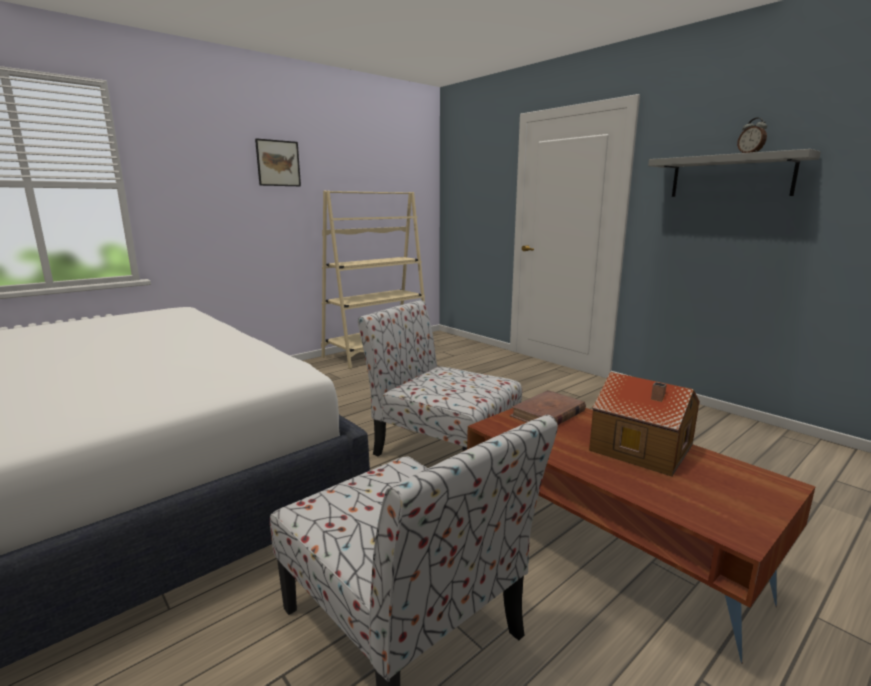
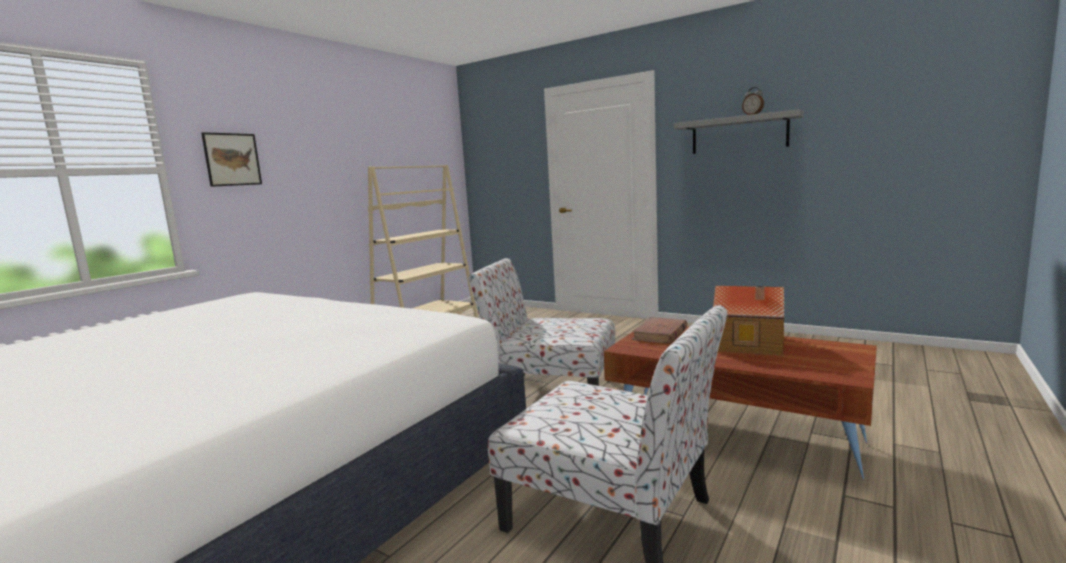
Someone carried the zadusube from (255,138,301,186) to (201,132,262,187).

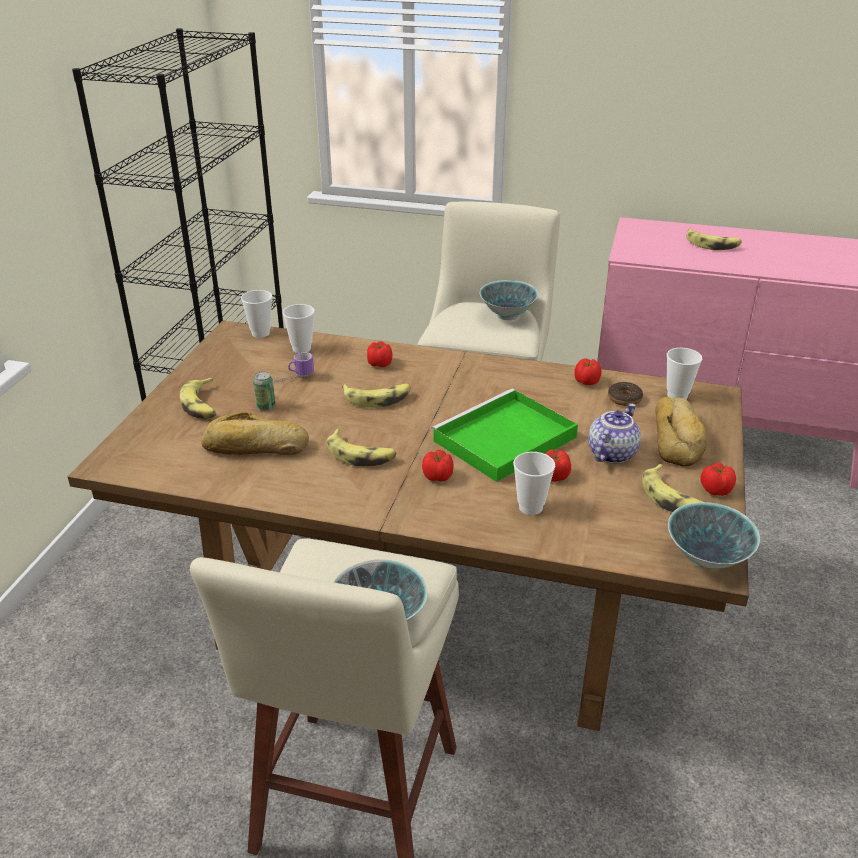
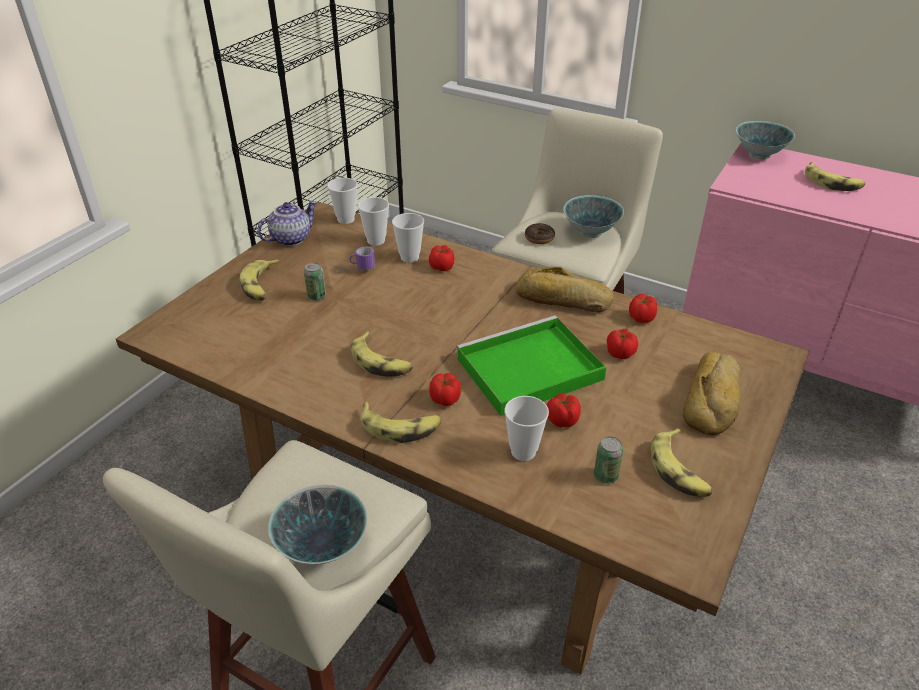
Someone carried the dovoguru from (201,411,309,455) to (516,267,614,312). Someone carried the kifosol from (342,384,411,408) to (361,402,441,443). Someone carried the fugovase from (588,403,641,463) to (257,201,317,246). Someone carried the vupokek from (608,382,643,406) to (525,223,555,244). Someone carried the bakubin from (667,348,702,399) to (392,213,424,263). Someone carried the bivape from (668,502,760,570) to (736,121,795,160). Someone carried the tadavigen from (700,462,736,496) to (607,329,638,360). Someone put down the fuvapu at (594,436,623,484).

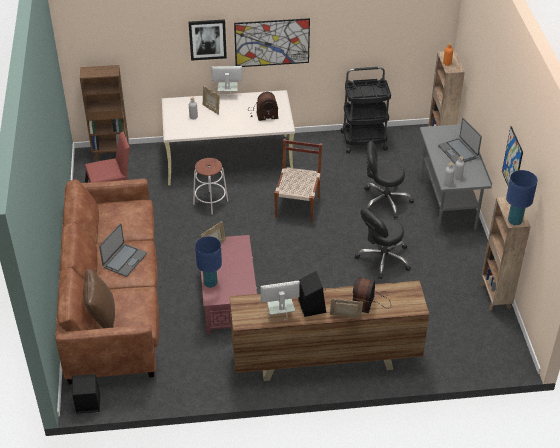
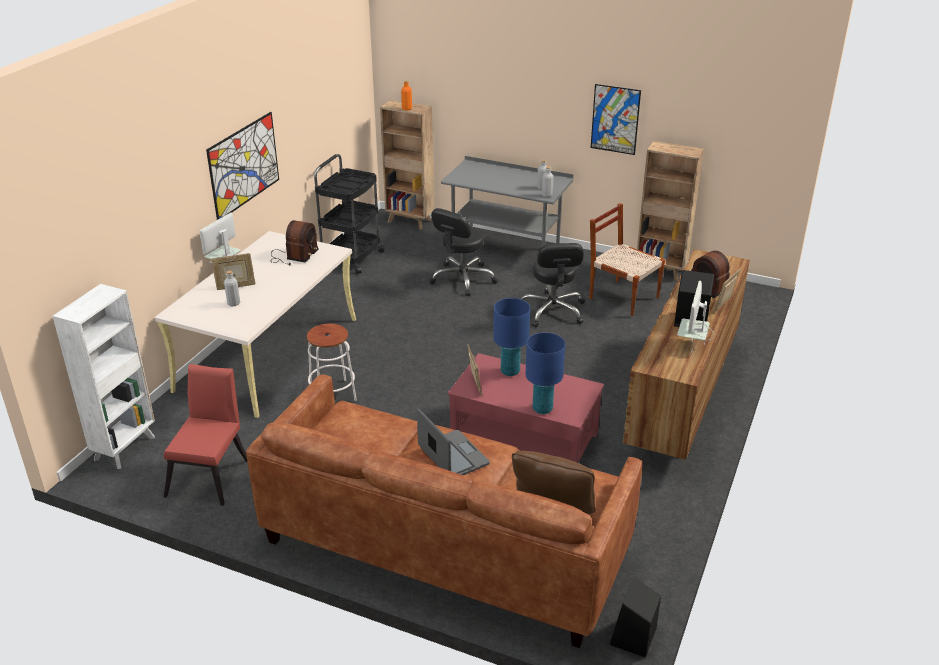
Someone repainted the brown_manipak at (80,65,129,161), which became the white_manipak at (53,284,155,469). Someone took away the zadusube at (189,19,227,61). Someone carried the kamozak from (274,139,322,223) to (589,203,665,316). Someone took away the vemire at (438,118,482,164). Someone carried the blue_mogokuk from (506,170,538,225) to (493,298,530,376).

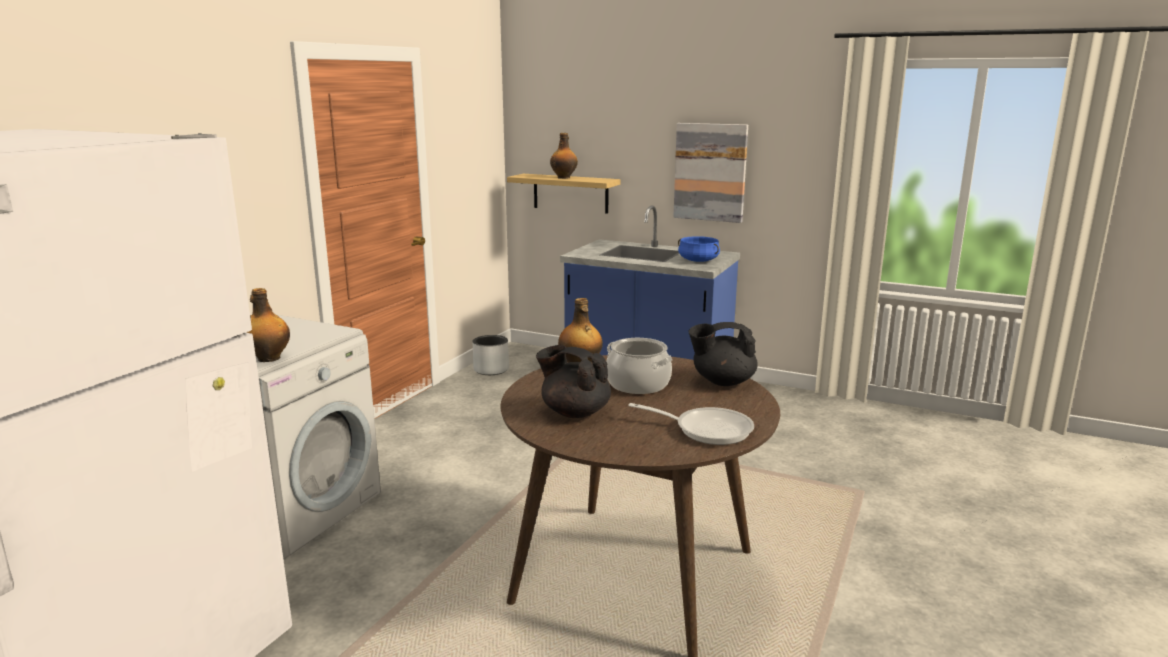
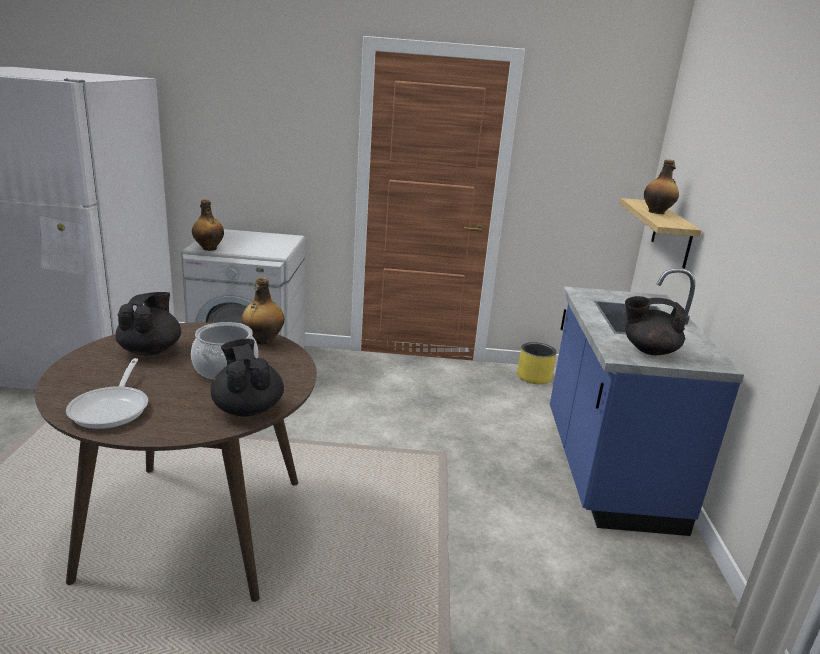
Someone repainted the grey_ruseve at (473,335,509,375), which became the yellow_ruseve at (517,342,557,384). Someone took away the zadusube at (673,123,748,223). Someone swapped the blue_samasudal at (678,236,720,262) for the black_fugovase at (625,296,686,355).

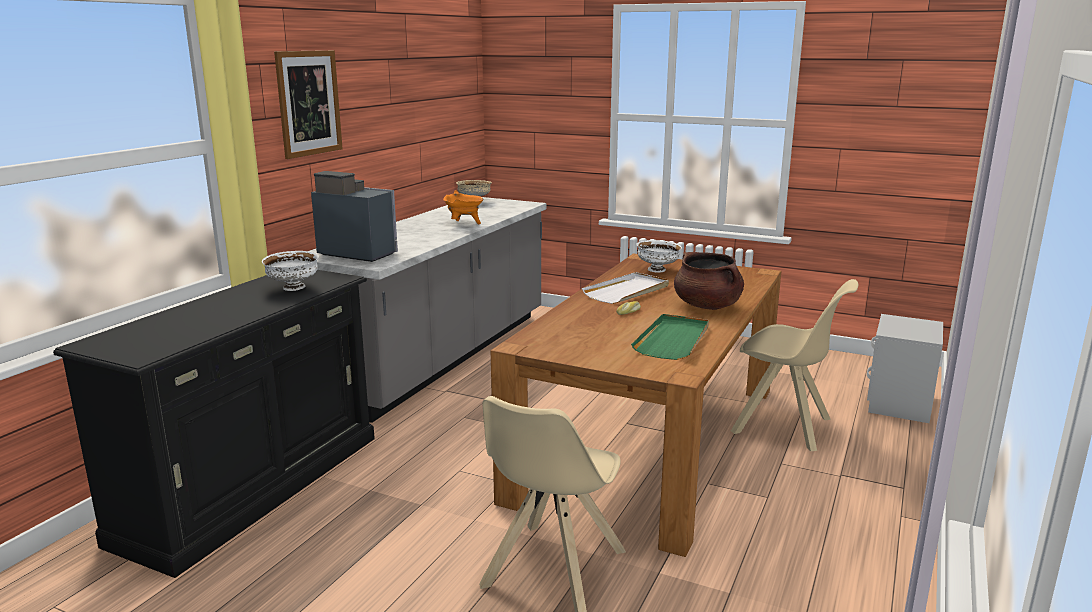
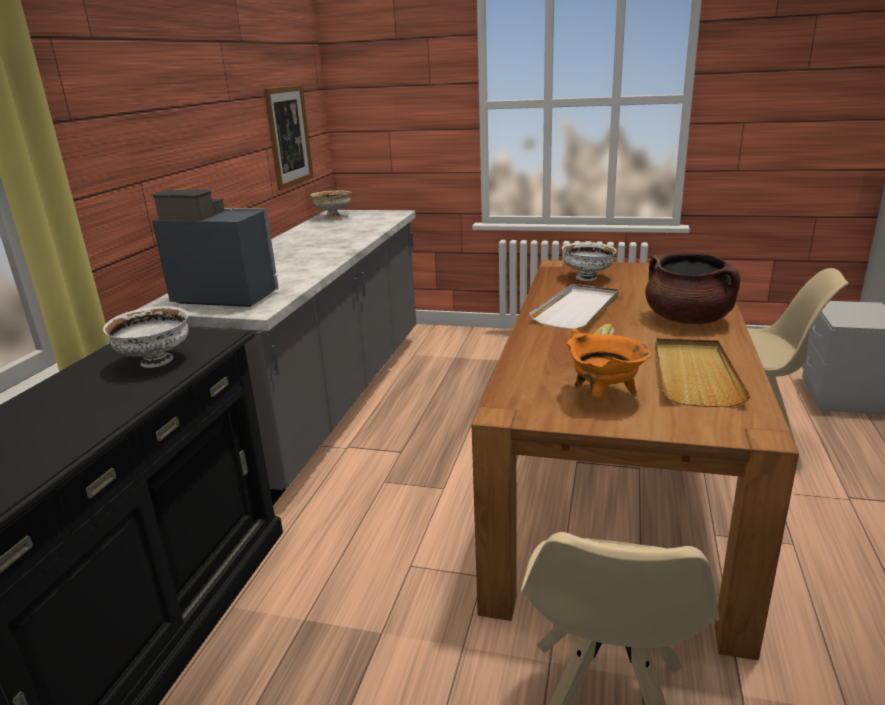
Someone carried the zadusube from (274,50,343,159) to (264,85,314,190). Someone carried the orange_samasudal from (443,190,484,224) to (567,328,651,397). Someone repainted the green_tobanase at (631,314,709,360), which became the beige_tobanase at (655,338,751,407).

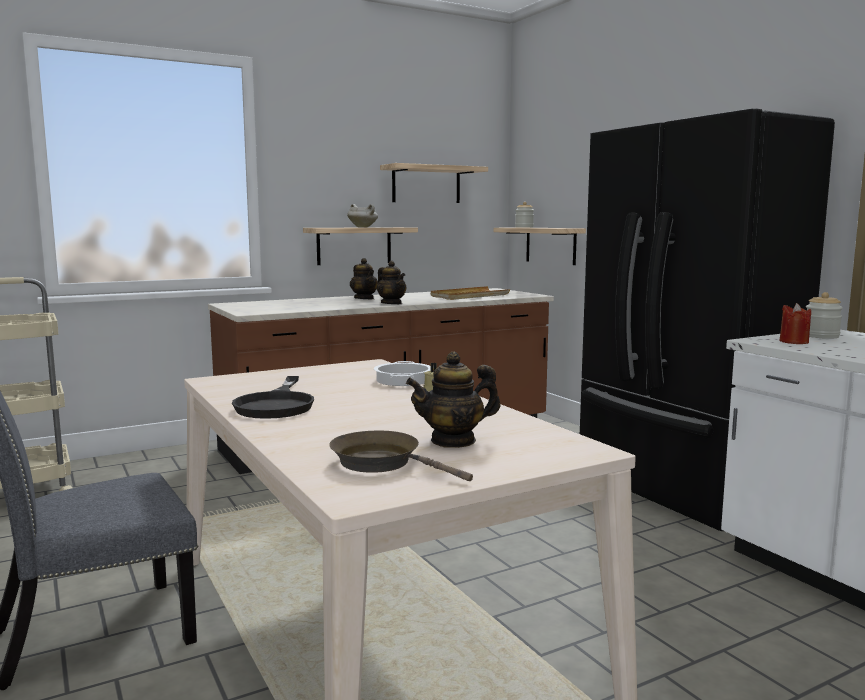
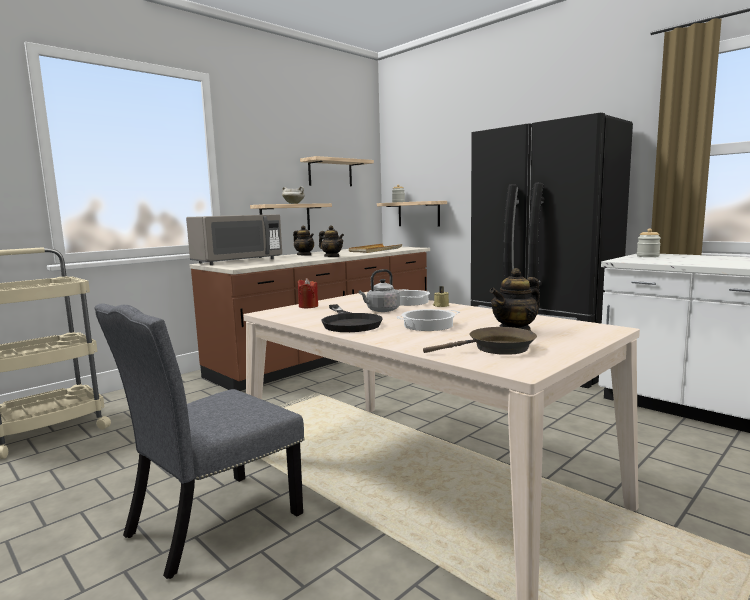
Someone rotated the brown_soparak at (329,431,473,481) by 150 degrees clockwise. Someone carried the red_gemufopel from (779,303,811,344) to (297,278,318,308). Someone put down the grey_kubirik at (186,214,282,265). Someone put down the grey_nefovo at (359,269,400,312). Someone put down the samasudal at (396,309,460,331).

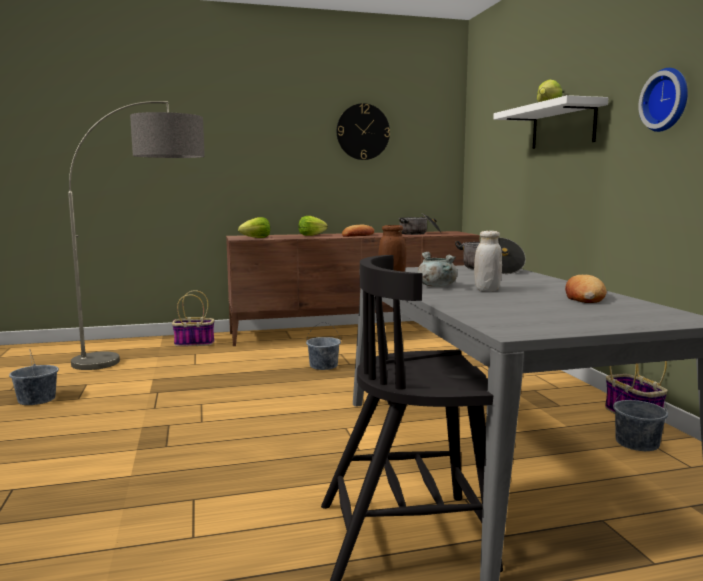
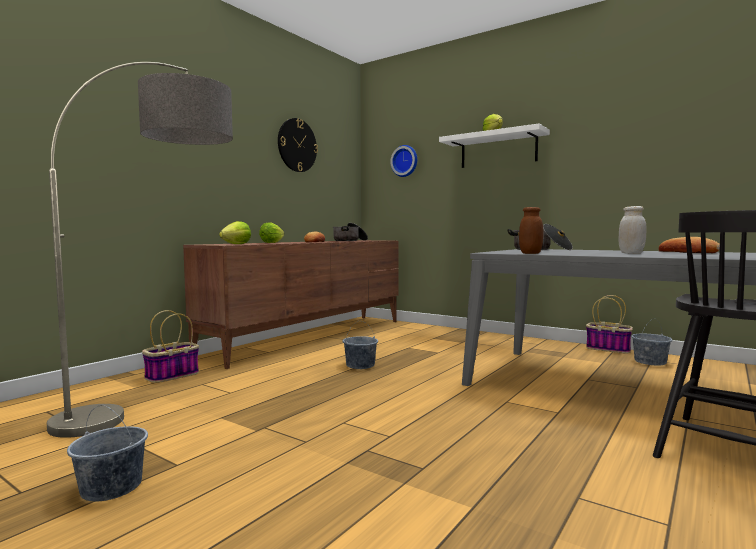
Someone took away the grey_samasudal at (417,252,457,287). Someone carried the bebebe from (638,68,688,132) to (390,145,417,177).

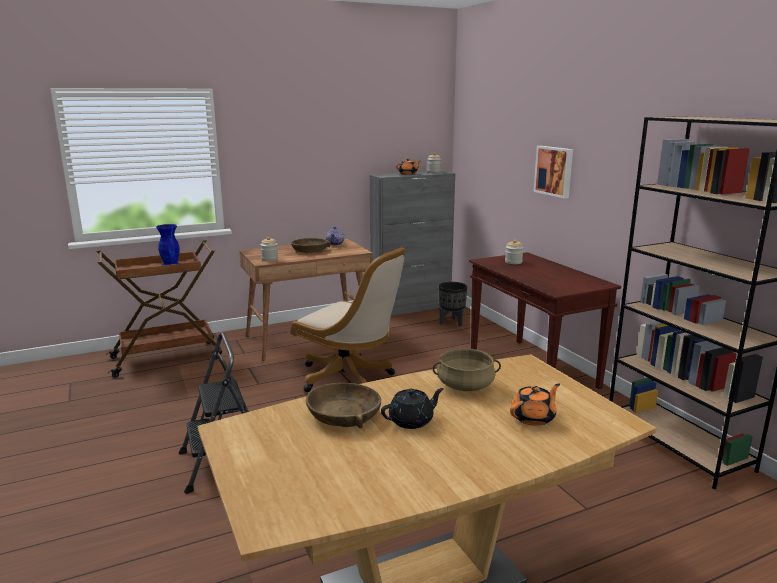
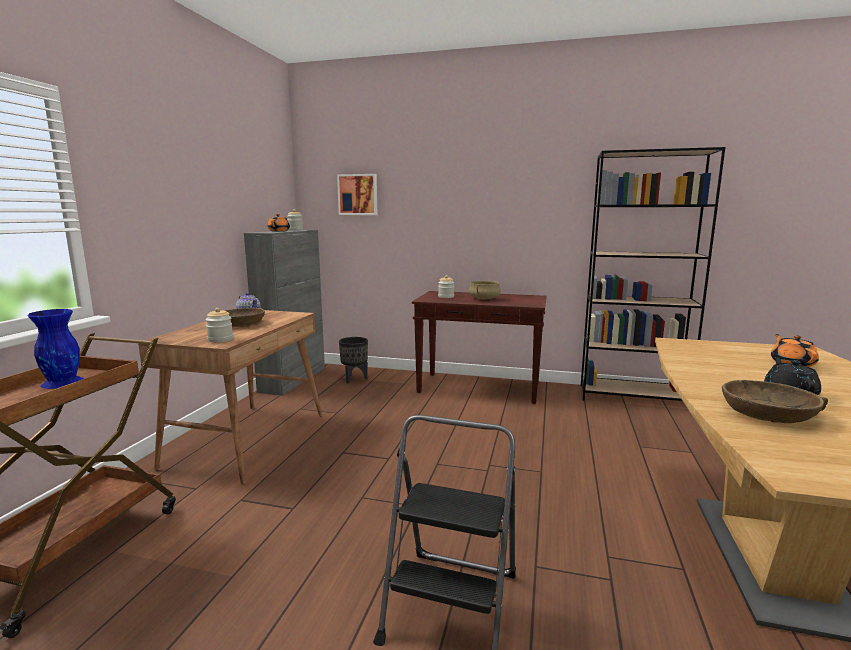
Someone took away the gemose at (291,247,405,392). Someone carried the beige_samasudal from (433,348,501,391) to (469,281,501,300). Someone carried the zadusube from (534,146,573,198) to (337,174,377,215).

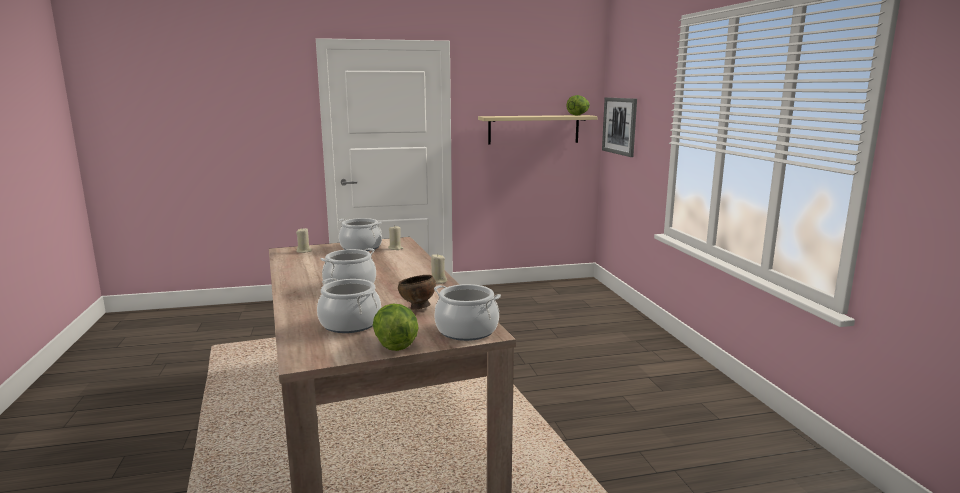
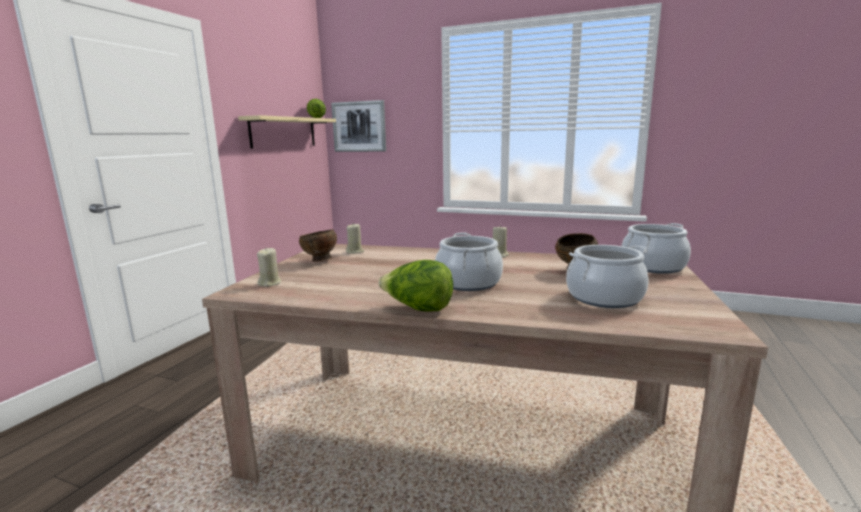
Someone swapped the samasudal at (338,218,382,251) for the brown_bivape at (299,229,337,262). Someone carried the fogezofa from (373,303,418,351) to (379,260,453,311).

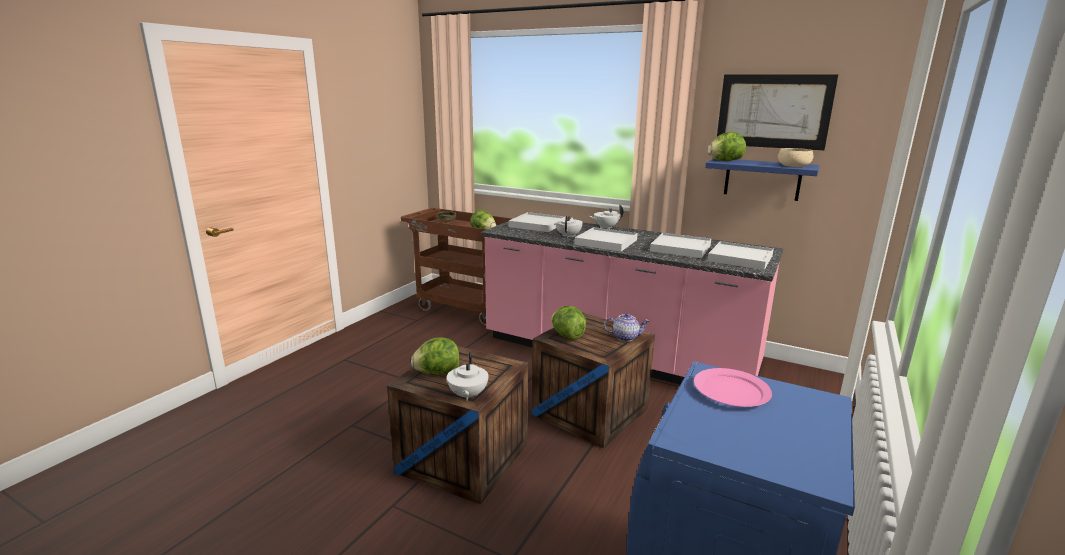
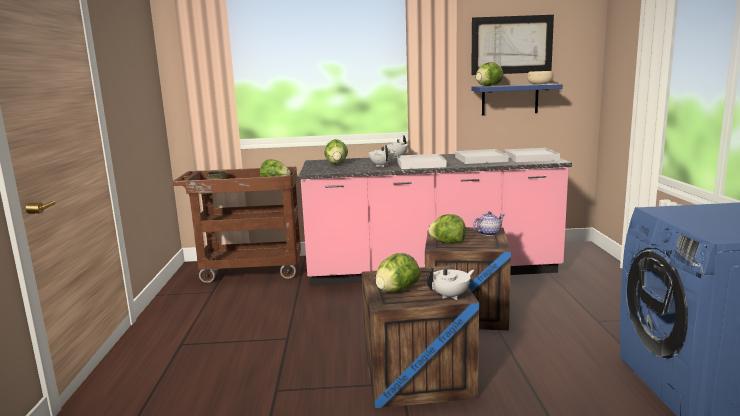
Someone rotated the white_fugovase at (447,352,489,401) by 90 degrees counterclockwise. Someone swapped the white_tobanase at (509,212,566,232) for the fogezofa at (324,139,348,164). Someone took away the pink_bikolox at (694,368,772,407).

